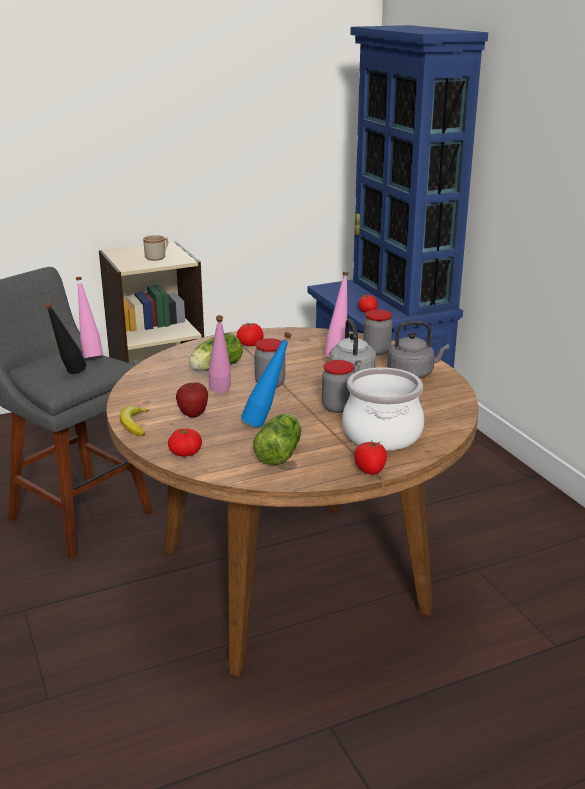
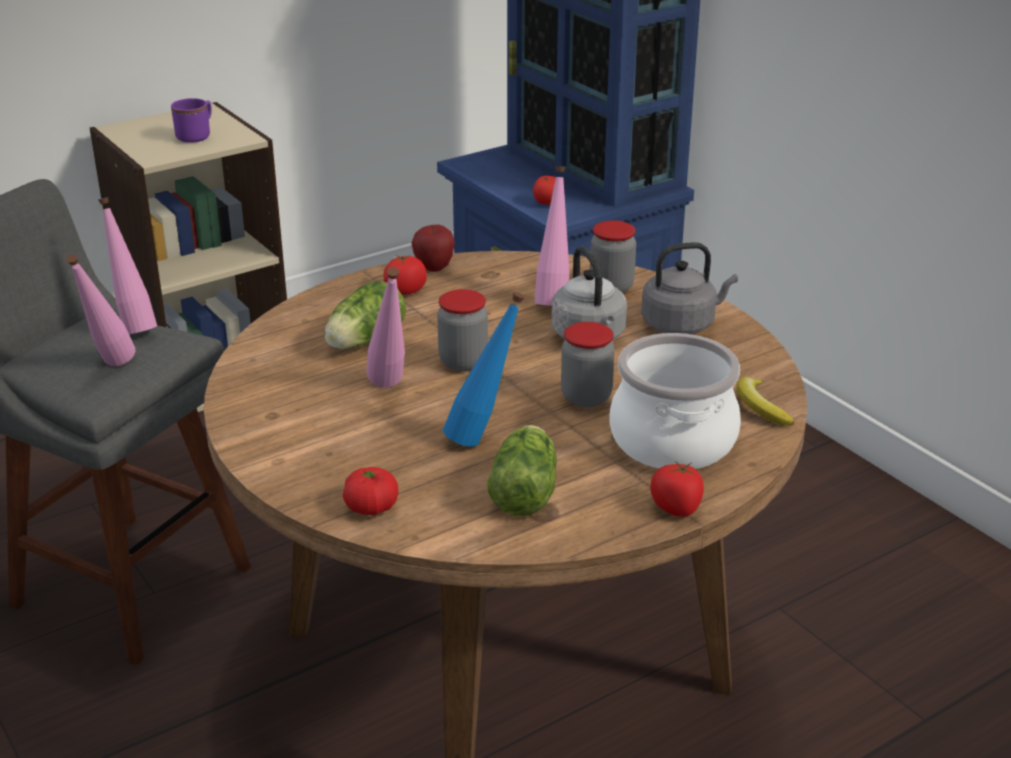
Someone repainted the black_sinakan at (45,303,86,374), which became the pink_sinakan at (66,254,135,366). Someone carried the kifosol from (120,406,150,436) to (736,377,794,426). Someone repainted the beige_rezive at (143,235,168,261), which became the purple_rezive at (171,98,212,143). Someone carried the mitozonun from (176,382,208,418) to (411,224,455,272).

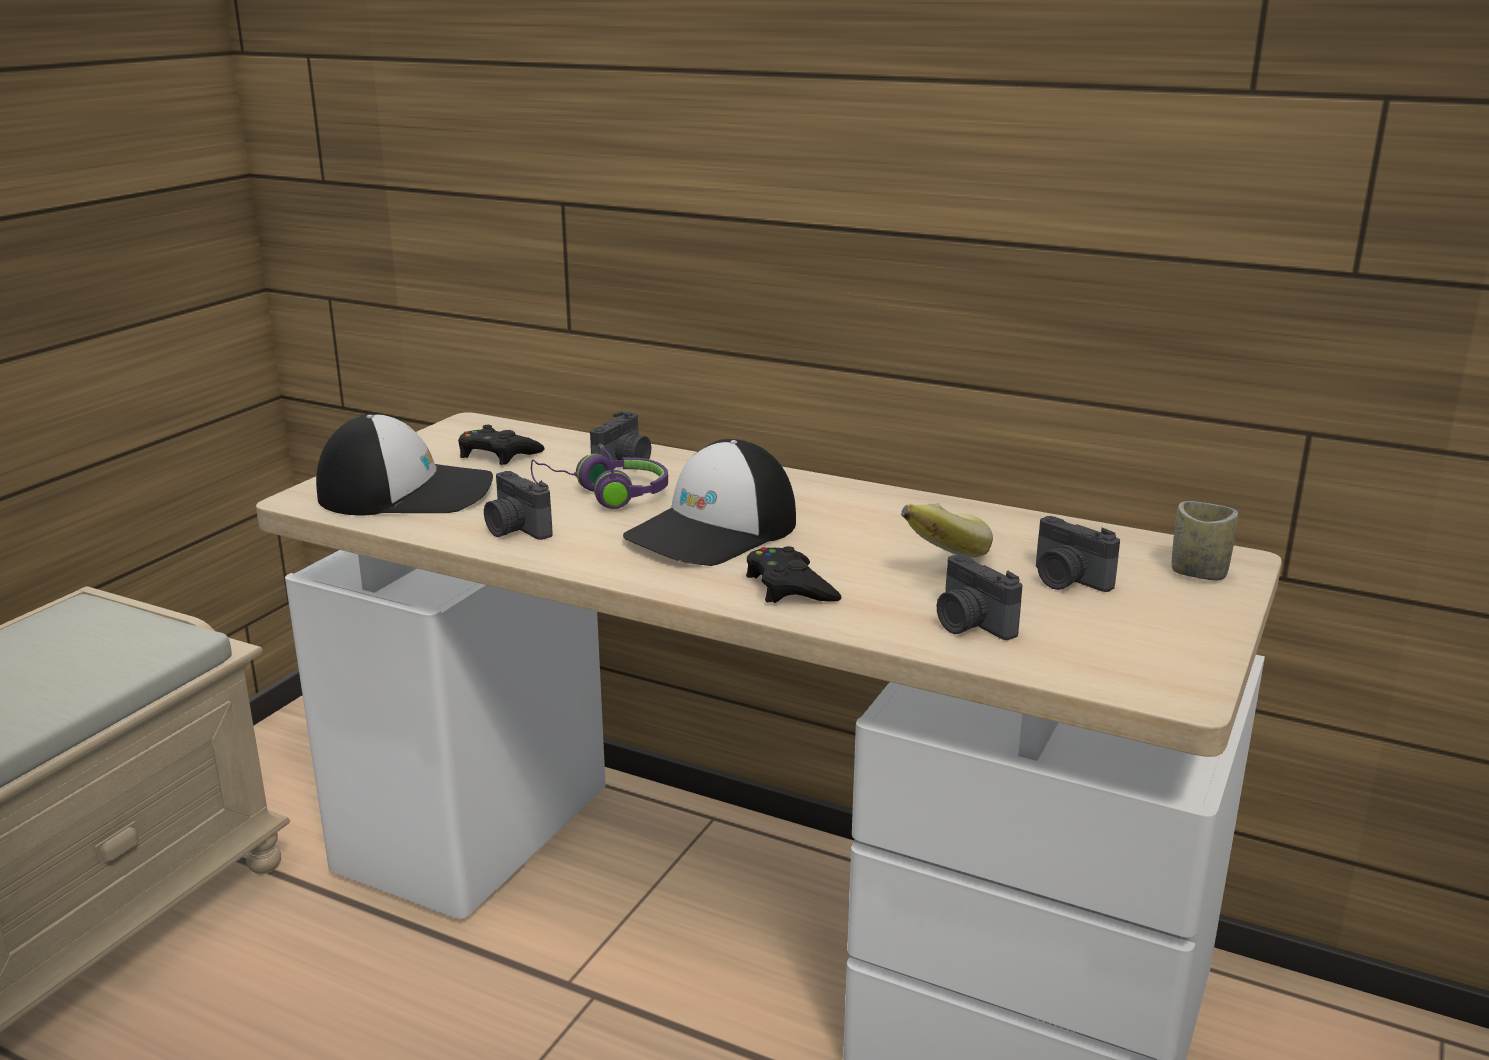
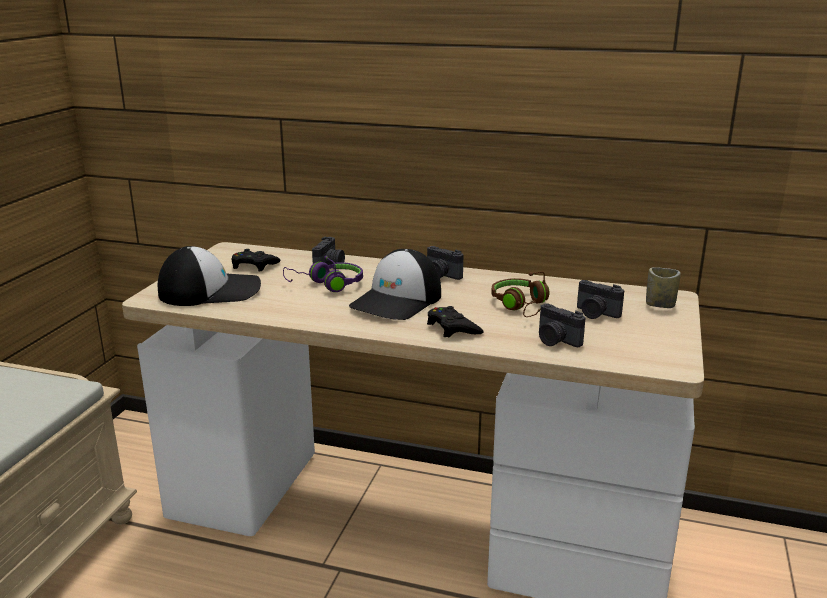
Someone carried the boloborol from (484,471,553,540) to (427,246,464,280). Someone swapped the kifosol at (901,503,993,558) for the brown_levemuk at (491,271,550,317).

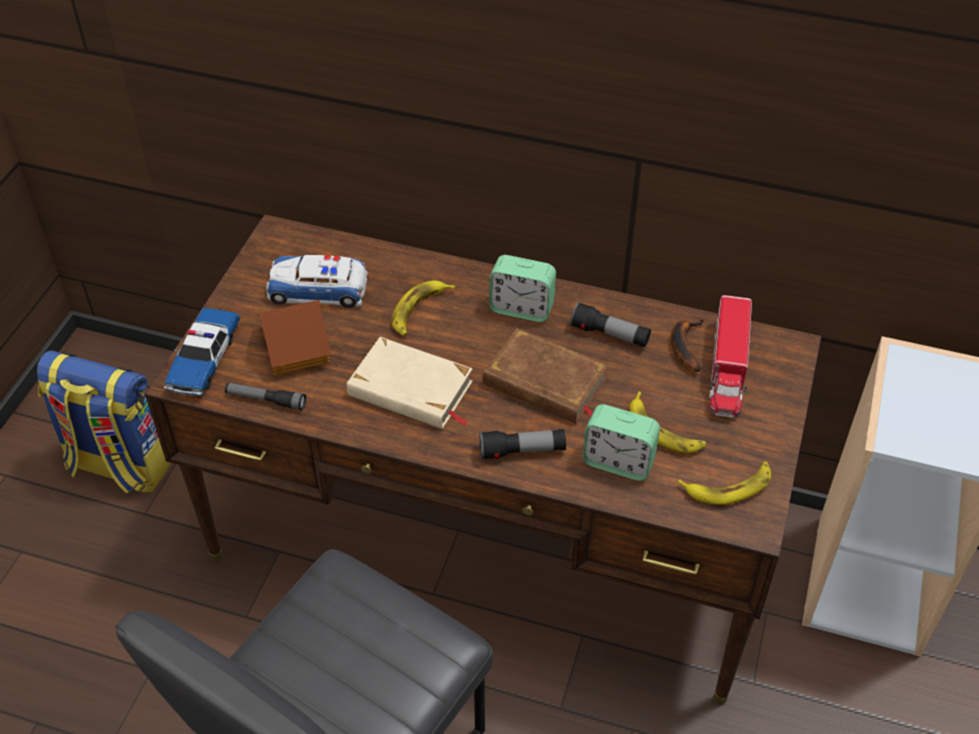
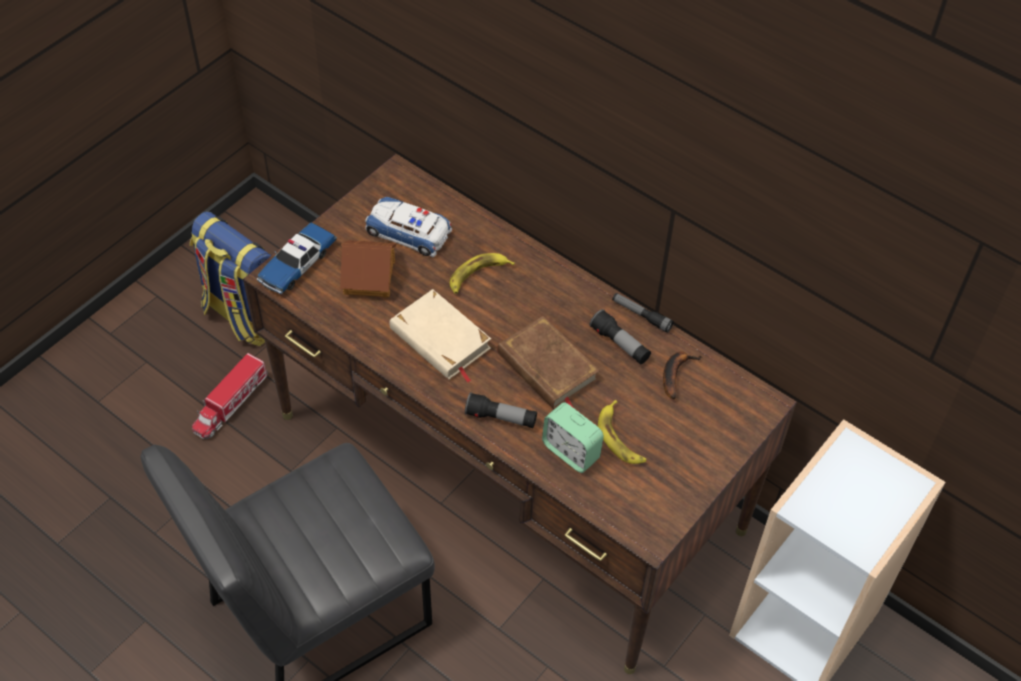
Someone carried the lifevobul from (225,383,306,410) to (612,293,674,333). Someone took away the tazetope at (489,255,556,322). Someone took away the kifosol at (678,462,771,505). Someone carried the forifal from (709,295,752,418) to (192,353,268,439).

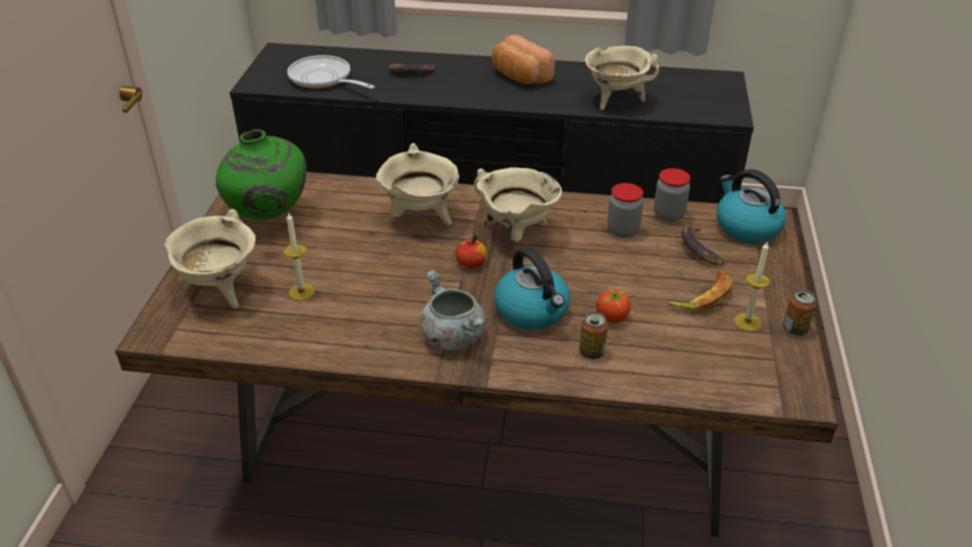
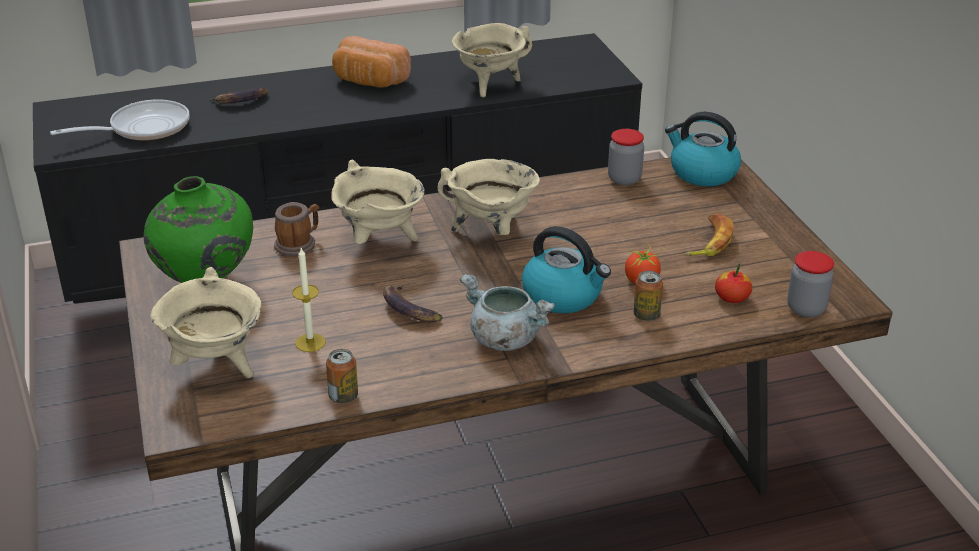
Someone rotated the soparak at (287,55,375,89) by 135 degrees clockwise. Someone carried the mitozonun from (455,235,487,268) to (715,264,752,303). Someone carried the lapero from (607,183,643,238) to (787,251,834,317). Someone carried the kifosol from (681,226,725,265) to (383,285,443,322). Someone took away the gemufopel at (734,242,770,331). Someone carried the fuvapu from (783,289,817,335) to (326,349,358,404). Someone put down the rezive at (274,202,319,256).

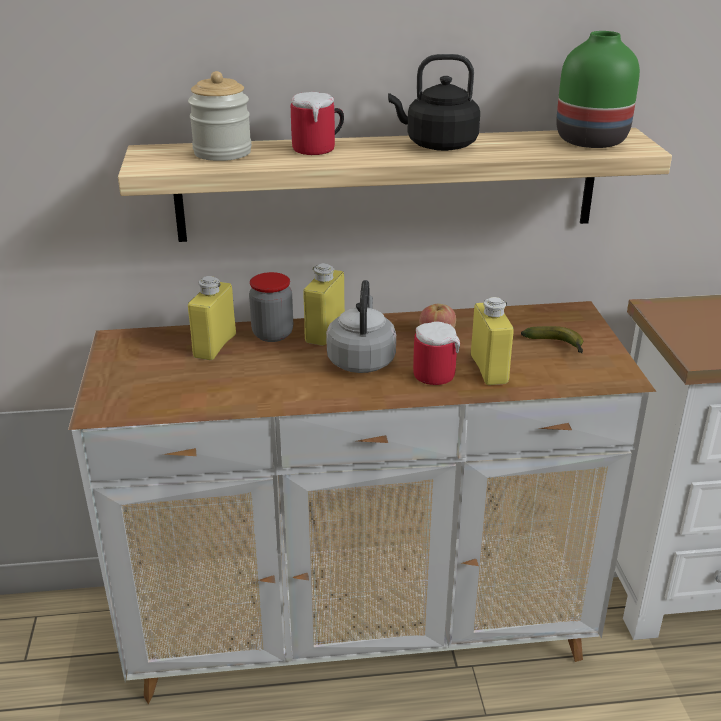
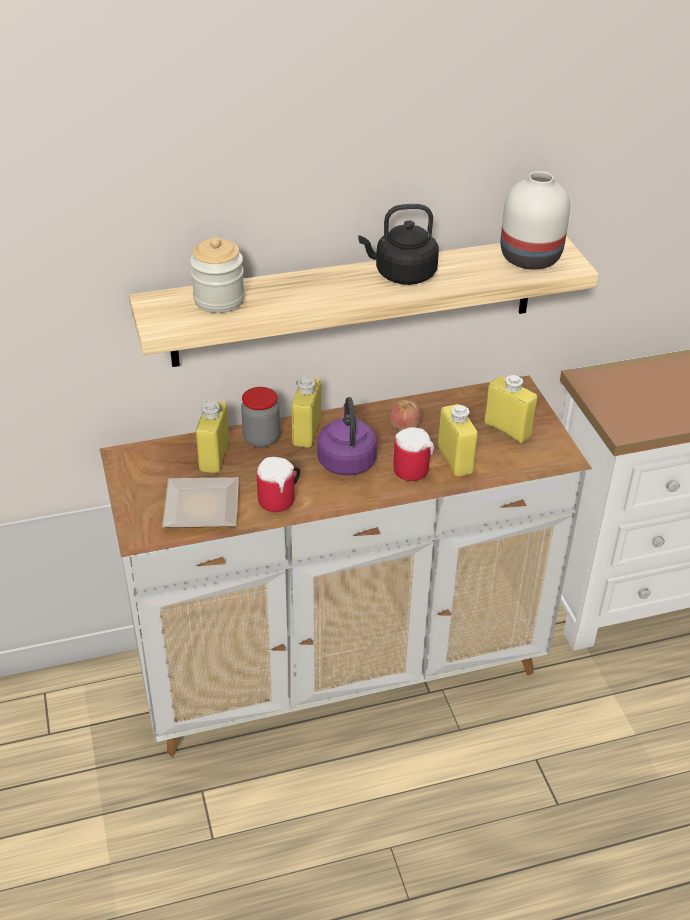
Someone carried the rezive from (291,92,344,155) to (257,457,300,512). Someone repainted the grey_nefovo at (326,280,396,373), which became the purple_nefovo at (317,397,377,476). Someone swapped the kifosol at (521,326,583,354) for the yellow_sinakan at (484,375,537,443). Someone repainted the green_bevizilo at (556,31,640,148), which became the white_bevizilo at (501,171,570,269). Someone put down the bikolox at (162,477,239,528).

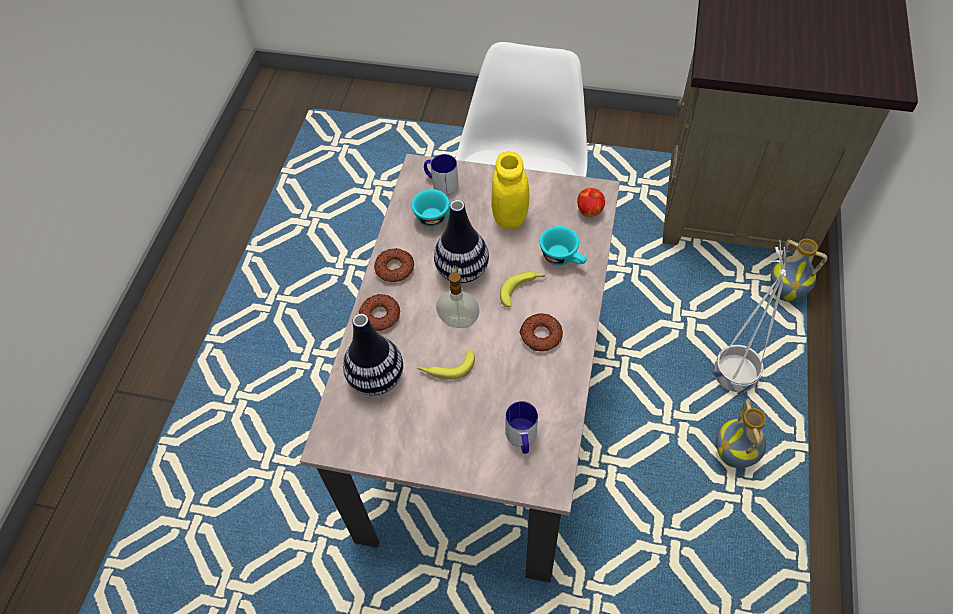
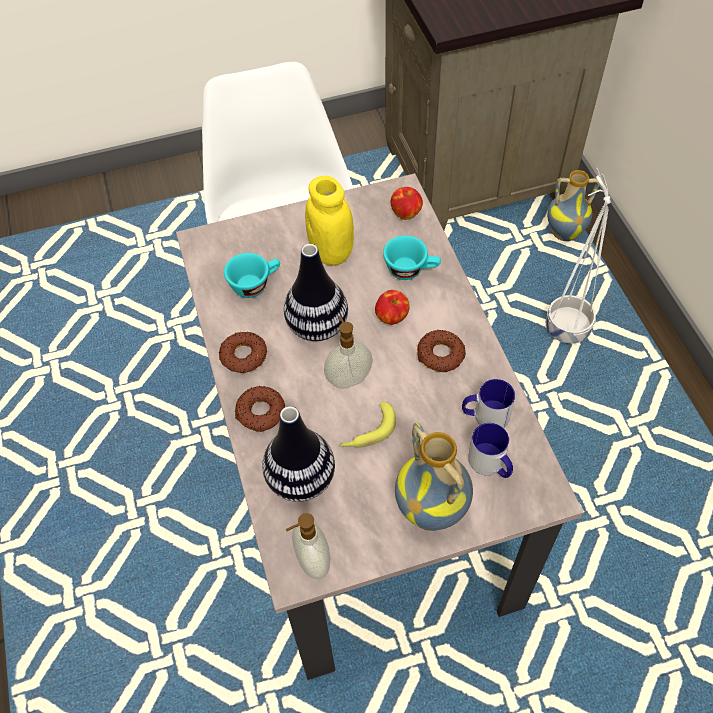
Someone carried the rezive from (424,154,459,195) to (462,379,515,428). Someone swapped the kifosol at (500,272,546,307) for the mitozonun at (375,290,410,325). Someone carried the bevizilo from (716,399,766,468) to (395,423,473,531). Someone put down the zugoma at (286,513,330,579).

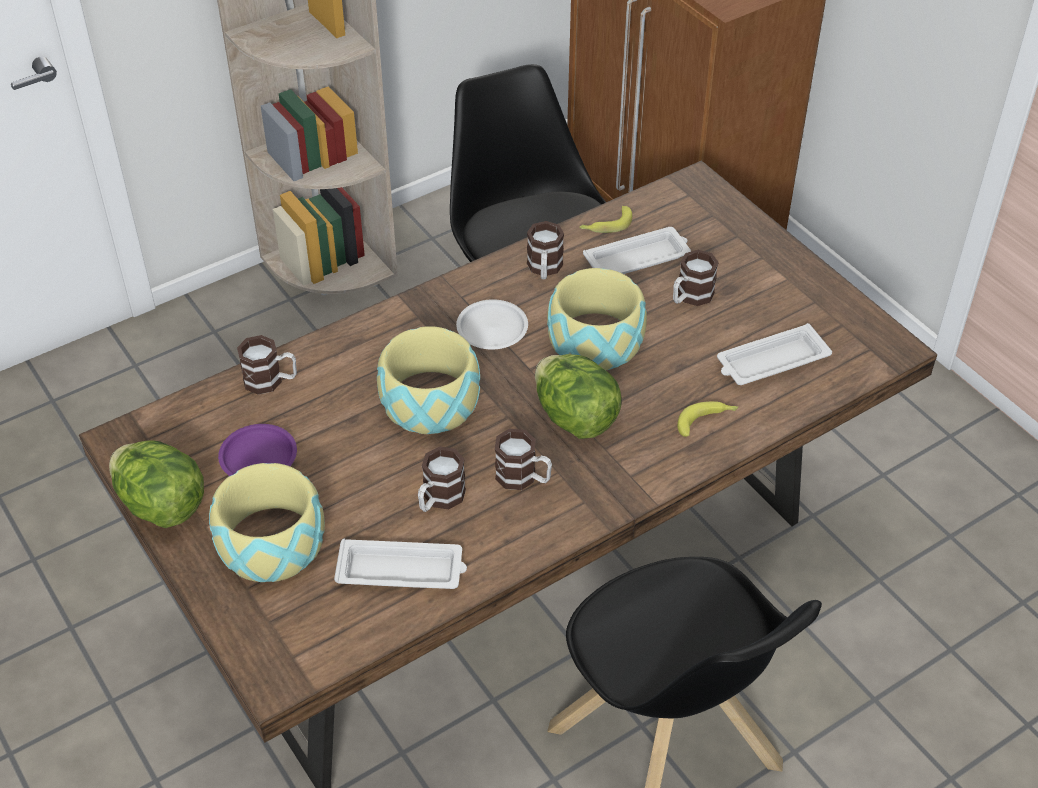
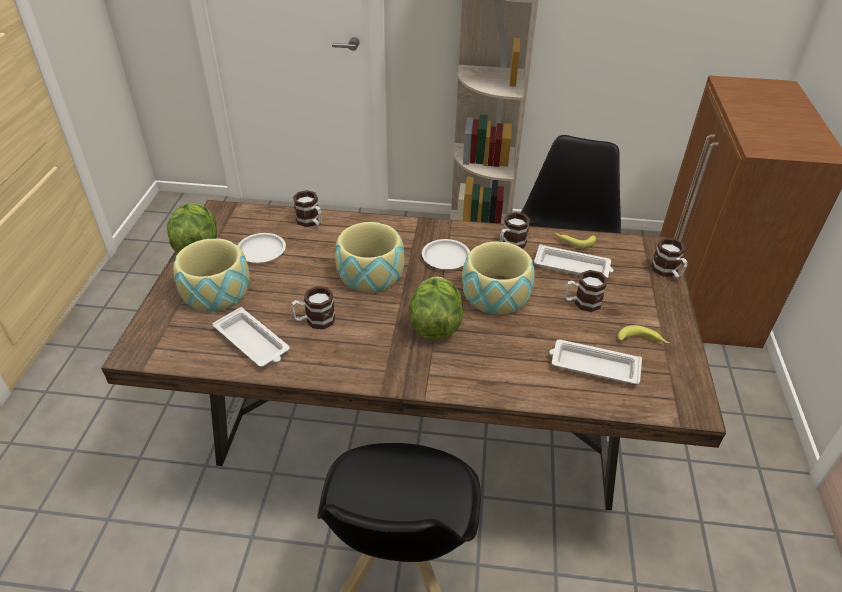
Someone repainted the purple_bikolox at (218,424,297,476), which became the white_bikolox at (237,233,286,263). Someone carried the rezive from (495,429,552,490) to (651,238,687,278). Someone carried the kifosol from (677,401,738,437) to (617,325,669,345).

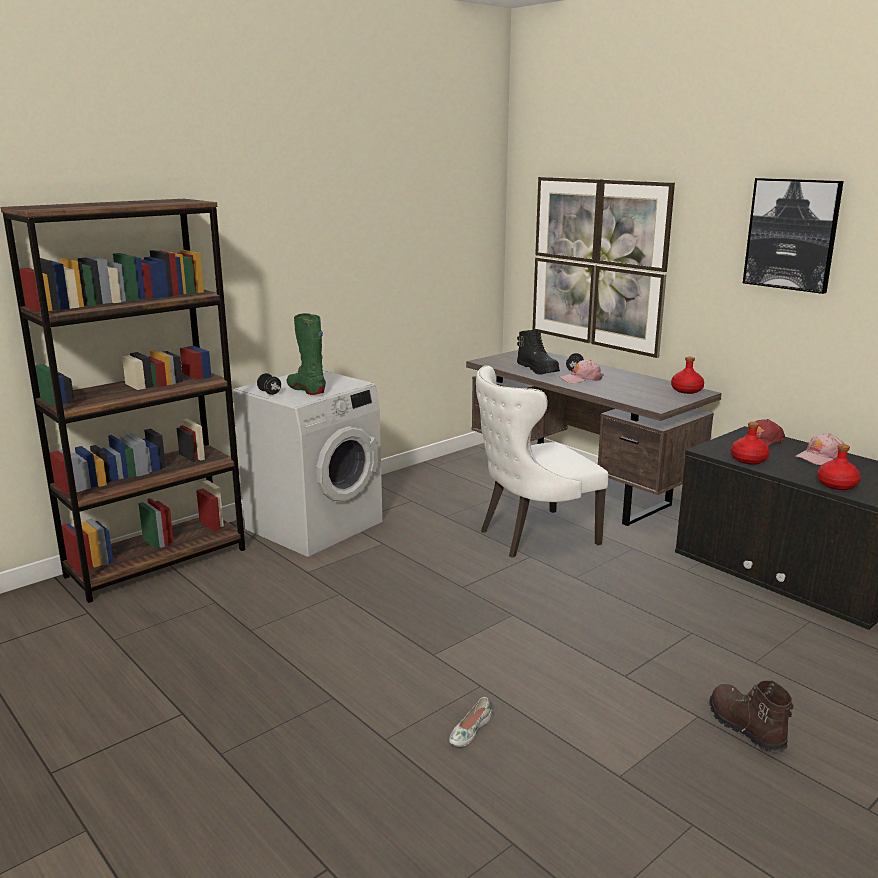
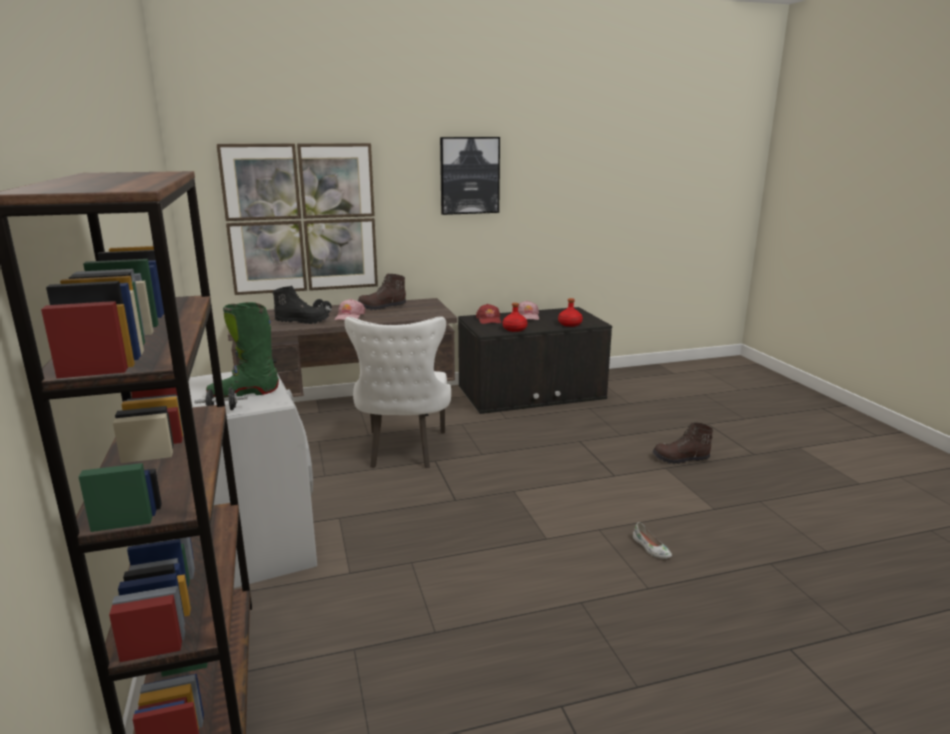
Someone took away the red_sinakan at (671,357,704,394). Someone put down the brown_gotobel at (358,274,406,310).

